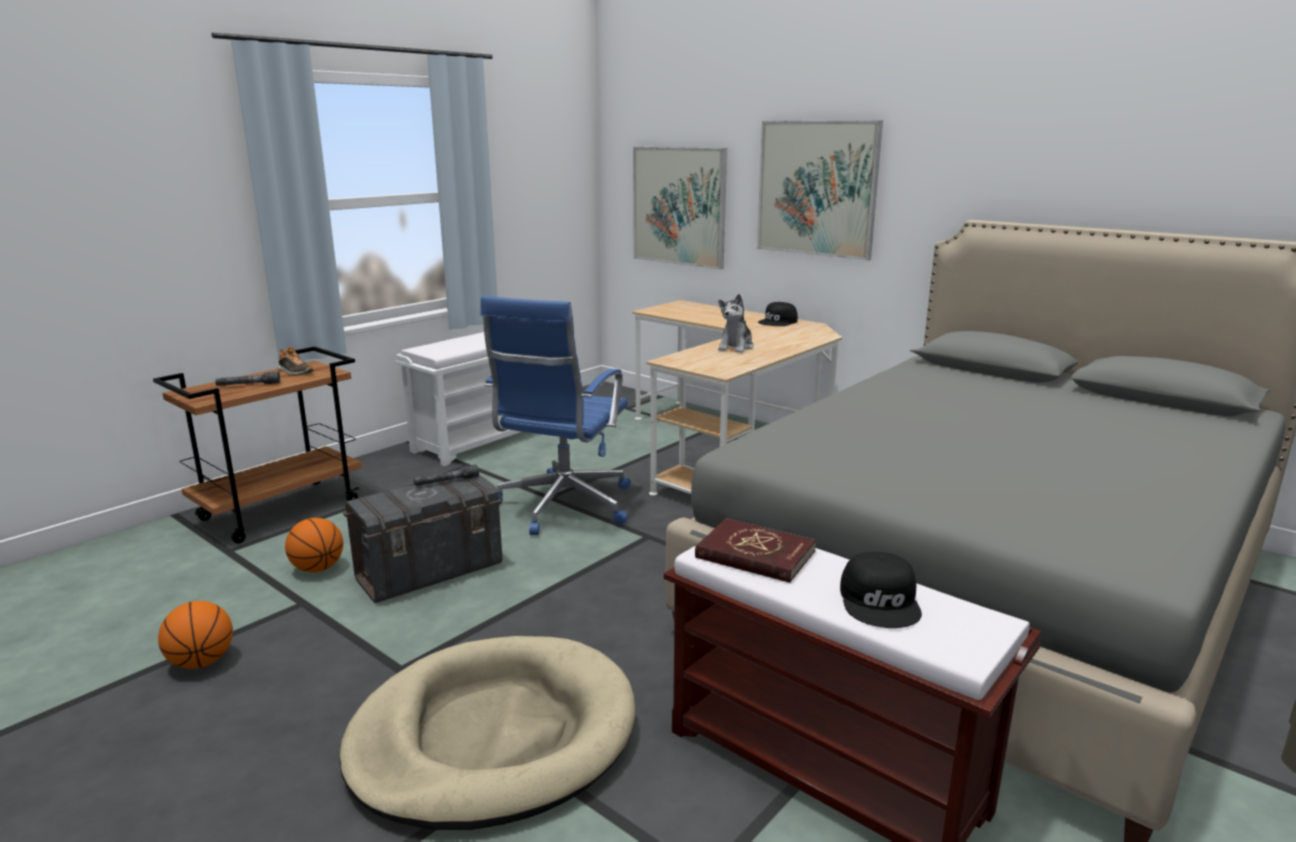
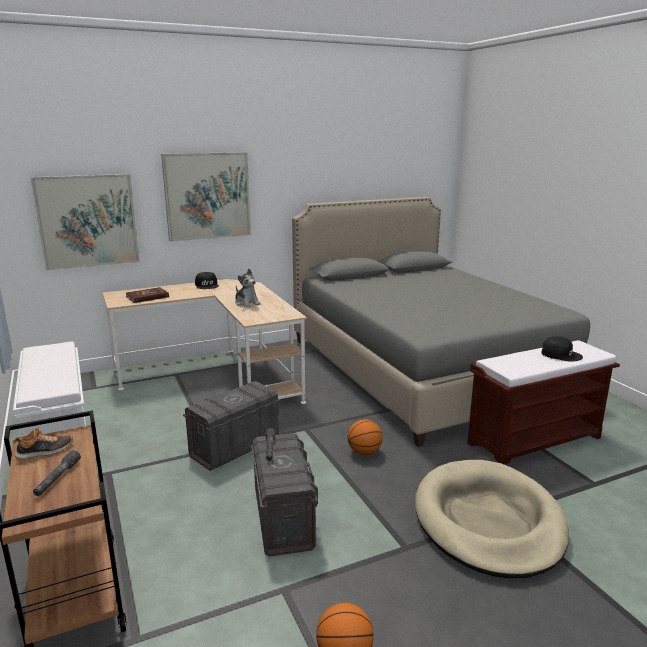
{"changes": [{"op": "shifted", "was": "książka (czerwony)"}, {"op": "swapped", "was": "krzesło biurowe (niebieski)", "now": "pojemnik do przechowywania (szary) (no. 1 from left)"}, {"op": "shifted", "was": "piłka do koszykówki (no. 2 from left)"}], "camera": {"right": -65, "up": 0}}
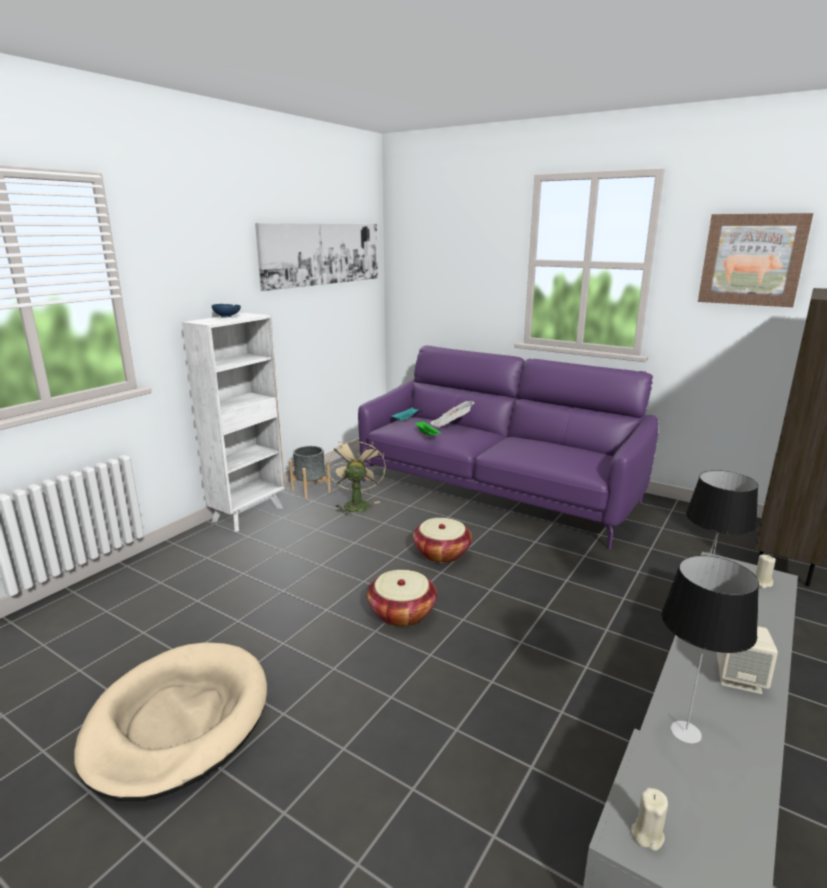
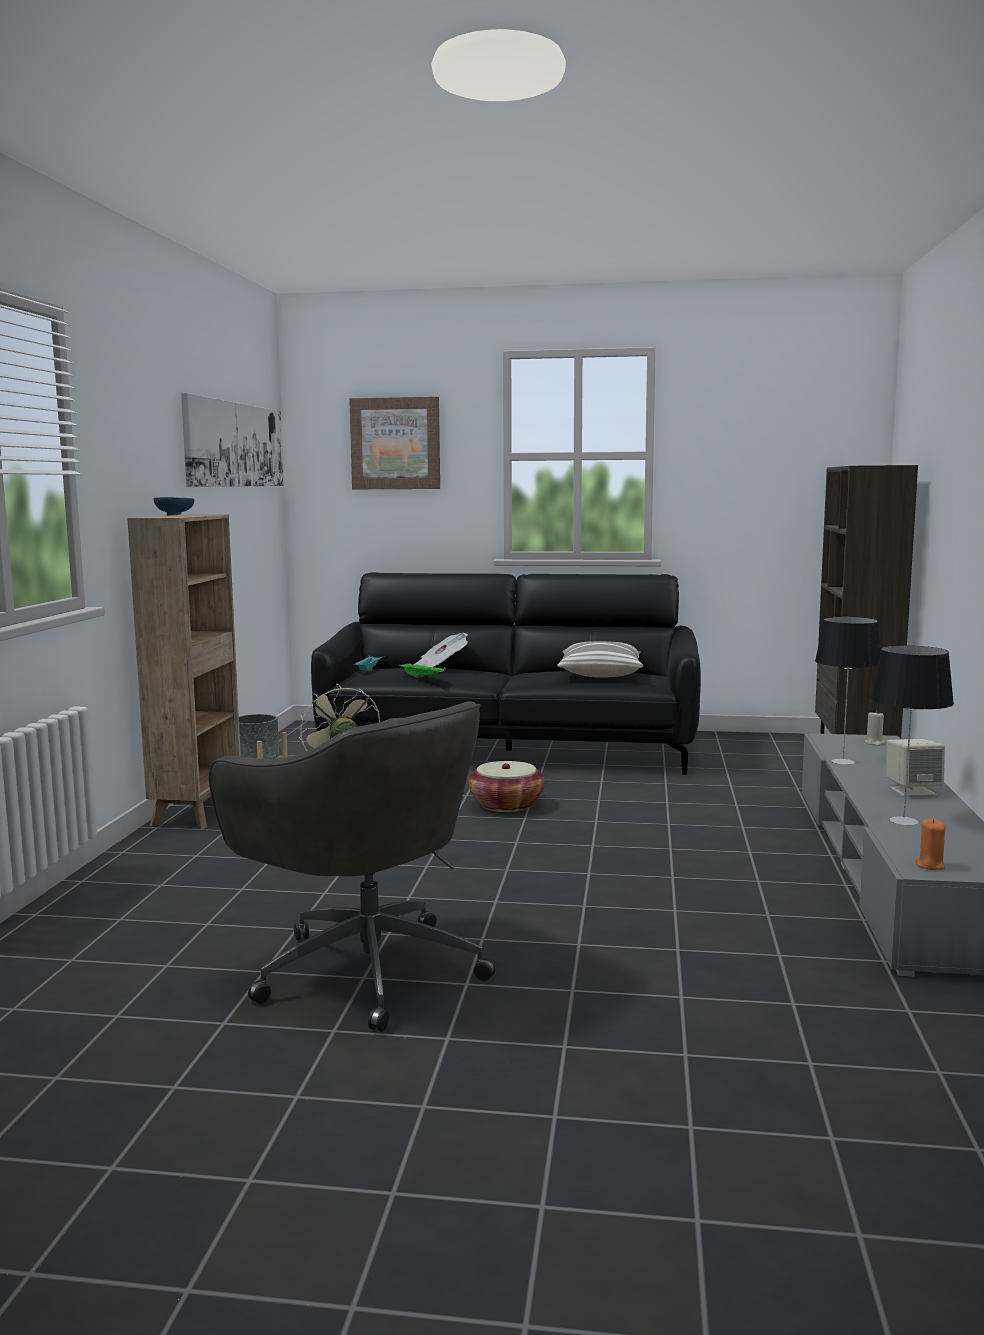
{"changes": [{"op": "repainted", "was": "regał (biały)", "now": "regał (brązowy) (no. 1 from left)"}, {"op": "swapped", "was": "legowisko (beżowy)", "now": "krzesło biurowe (szary)"}, {"op": "repainted", "was": "kanapa (fioletowy)", "now": "kanapa (czarny)"}, {"op": "shifted", "was": "obraz (no. 2 from left)"}, {"op": "new", "now": "poduszka"}, {"op": "repainted", "was": "świeca (beżowy) (no. 1 from left)", "now": "świeca (pomarańczowy)"}, {"op": "gone", "was": "koszyk (no. 1 from left)"}], "camera": {"right": -25, "up": -10}}
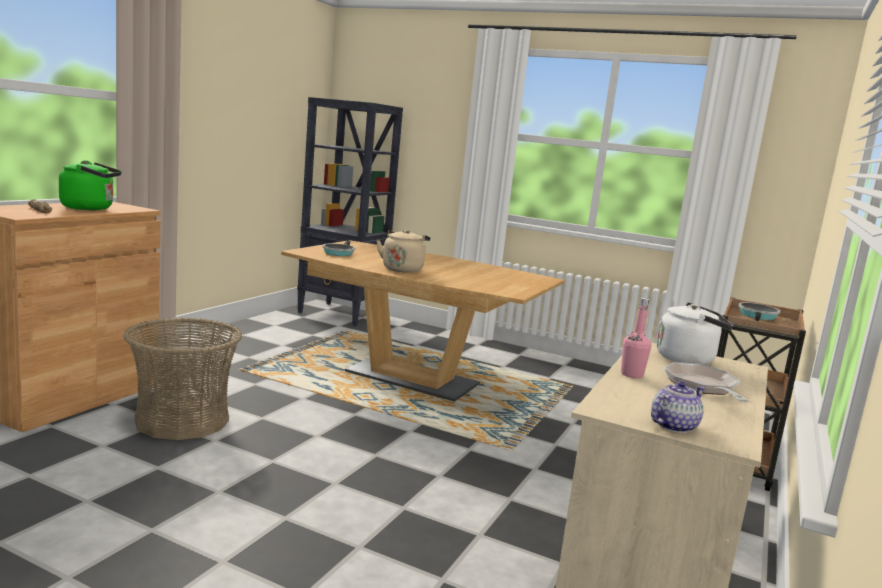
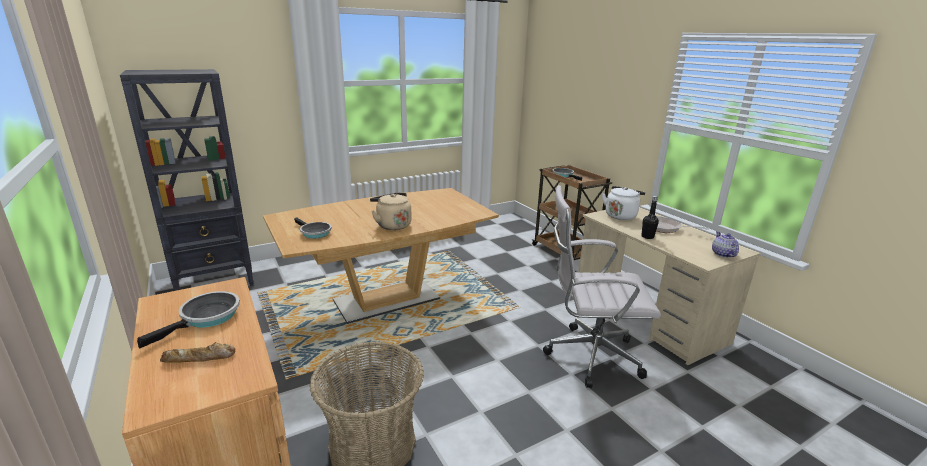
{"changes": [{"op": "swapped", "was": "czajnik (zielony)", "now": "patelnia (no. 1 from left)"}, {"op": "new", "now": "krzesło biurowe (biały)"}, {"op": "repainted", "was": "butelka (różowy)", "now": "butelka (czarny)"}], "camera": {"right": -55, "up": 10}}
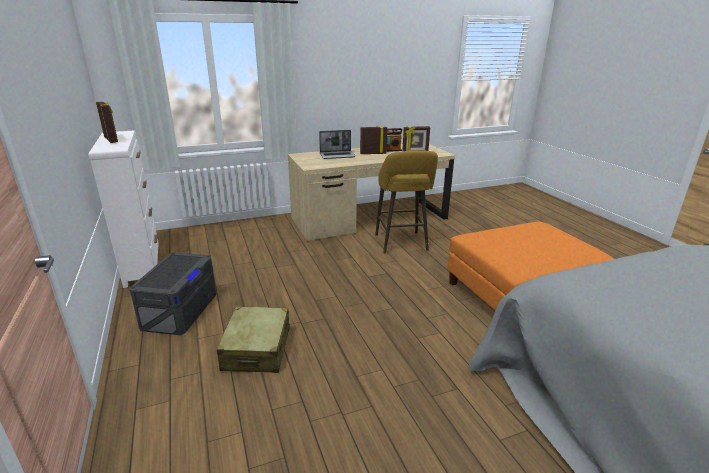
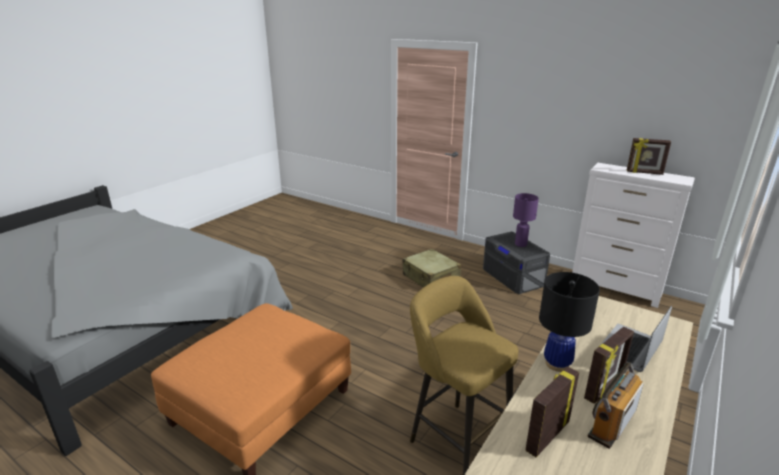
{"changes": [{"op": "new", "now": "lampa stołowa (fioletowy)"}, {"op": "new", "now": "lampa stołowa (czarny)"}], "camera": {"right": 145, "up": 0}}
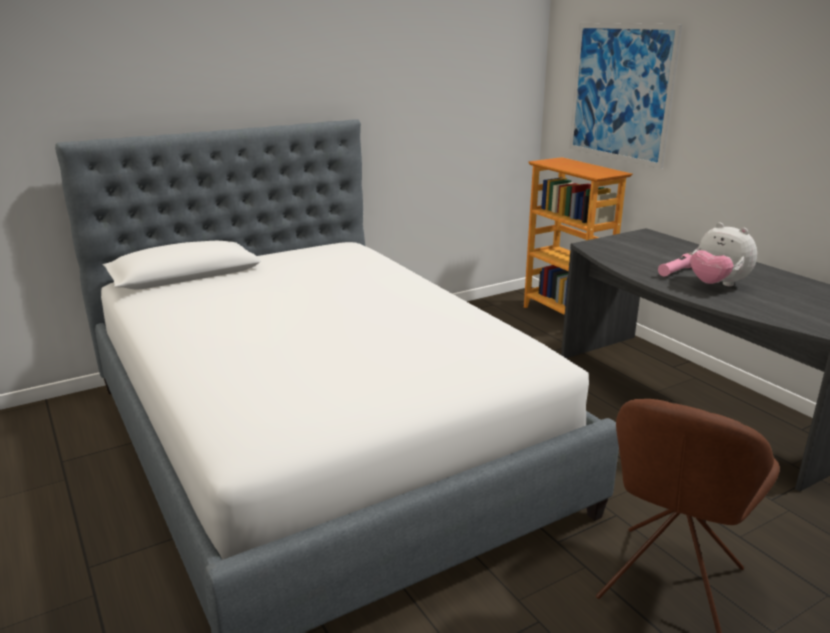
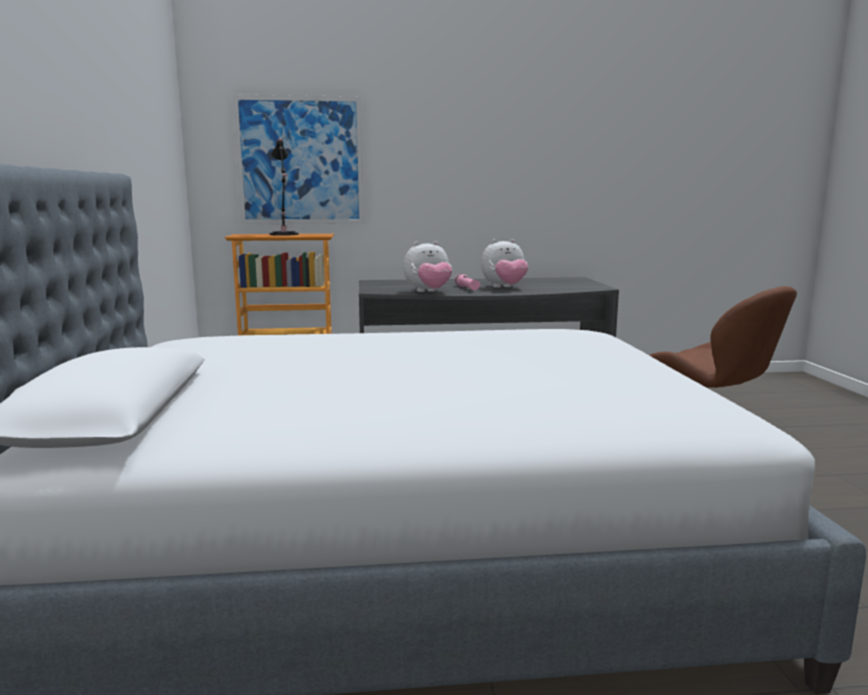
{"changes": [{"op": "new", "now": "lampa stołowa (czarny)"}, {"op": "new", "now": "pluszak (no. 1 from left)"}], "camera": {"right": -65, "up": -10}}
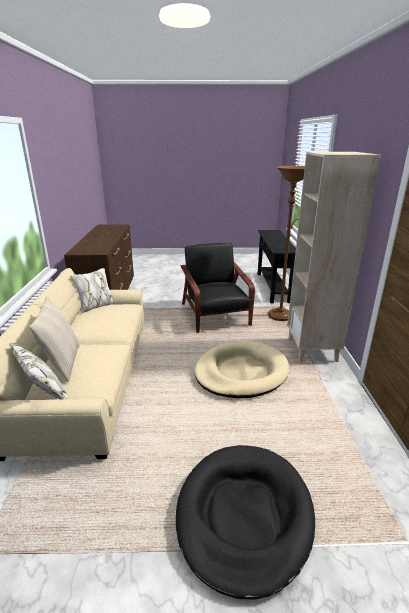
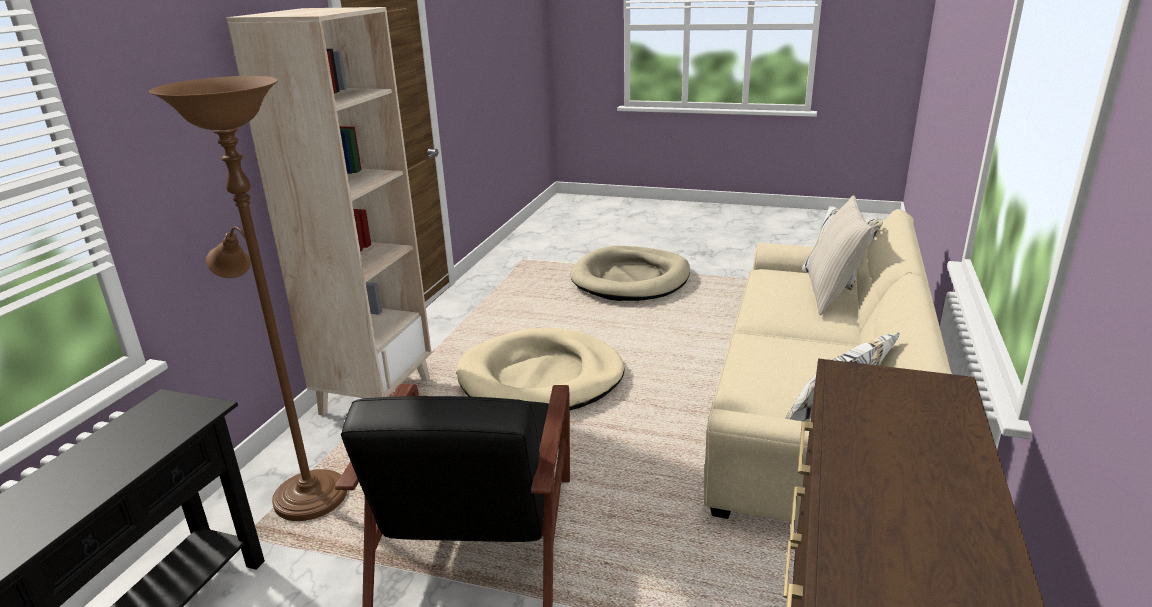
{"changes": [{"op": "repainted", "was": "legowisko (czarny)", "now": "legowisko (beżowy) (no. 2 from left)"}], "camera": {"right": -160, "up": 0}}
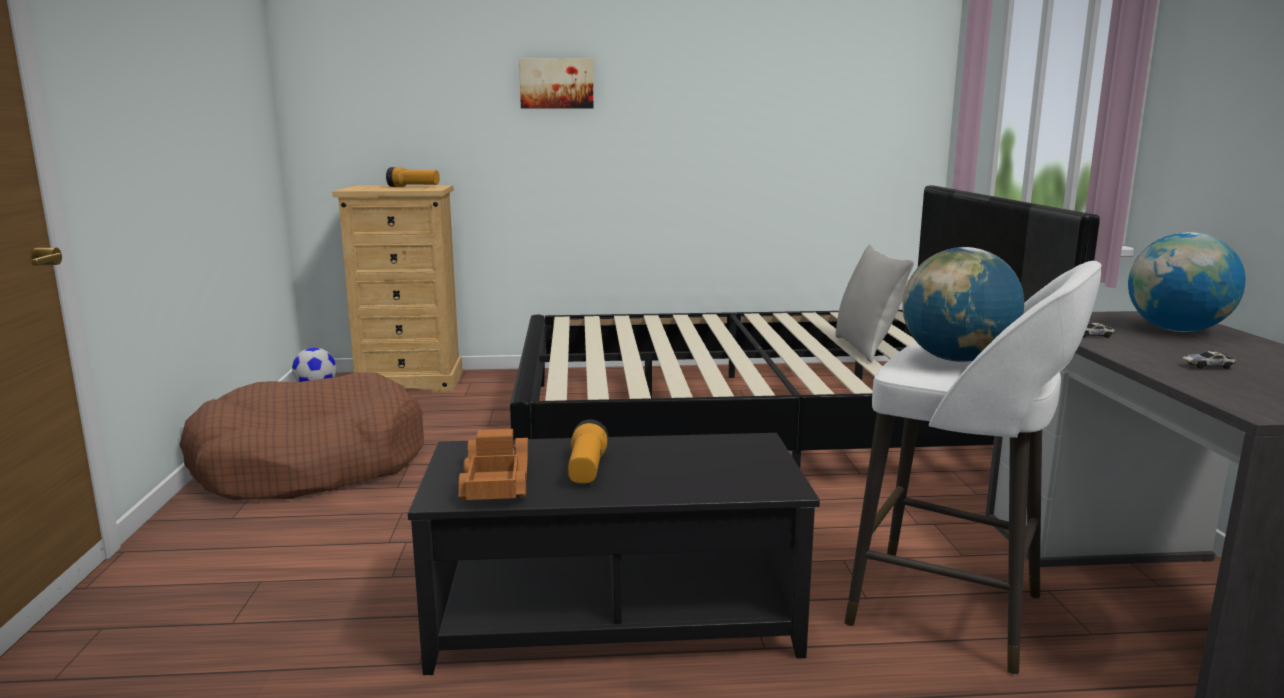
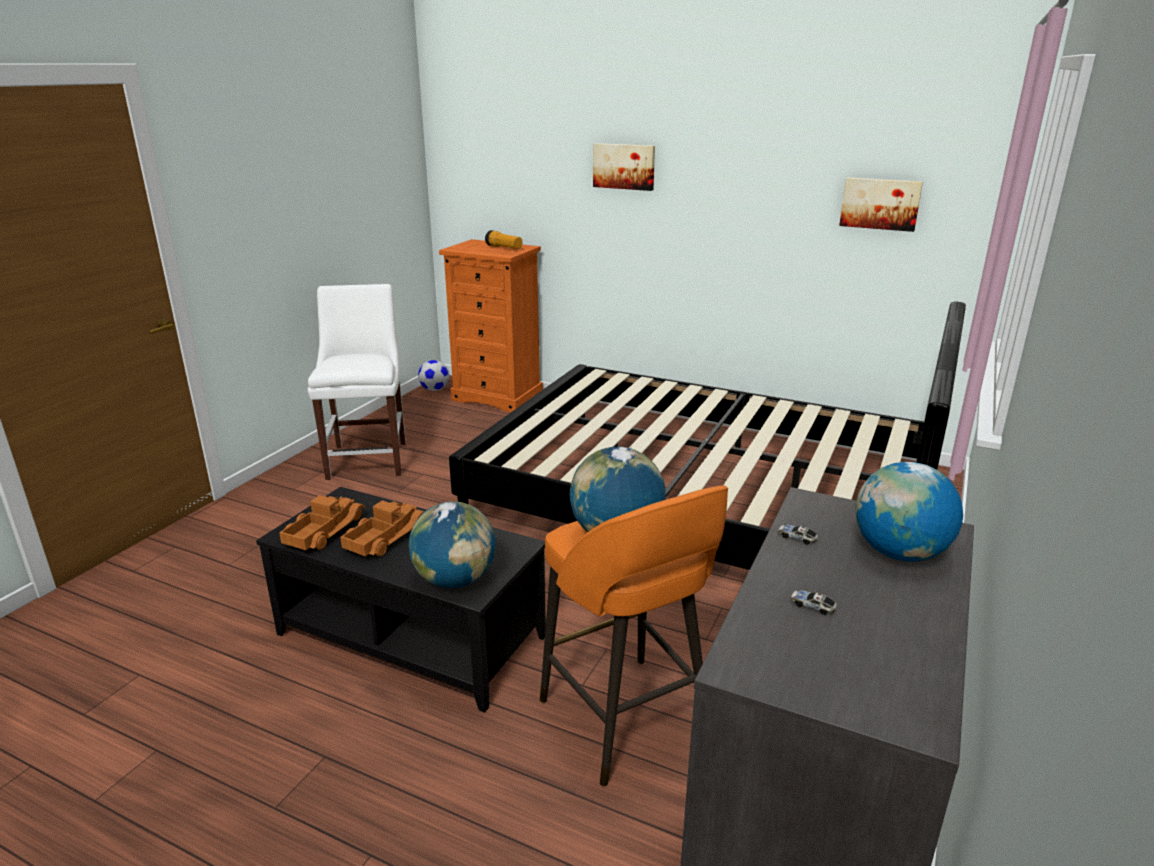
{"changes": [{"op": "swapped", "was": "legowisko (brązowy)", "now": "krzesło (biały)"}, {"op": "swapped", "was": "latarka (no. 2 from left)", "now": "ciężarówka zabawkowa (no. 2 from left)"}, {"op": "new", "now": "globus (no. 1 from left)"}, {"op": "repainted", "was": "komoda (beżowy)", "now": "komoda (pomarańczowy)"}, {"op": "repainted", "was": "stołek (biały)", "now": "stołek (pomarańczowy)"}, {"op": "new", "now": "obraz (no. 2 from left)"}, {"op": "gone", "was": "poduszka (szary)"}], "camera": {"right": 30, "up": 10}}
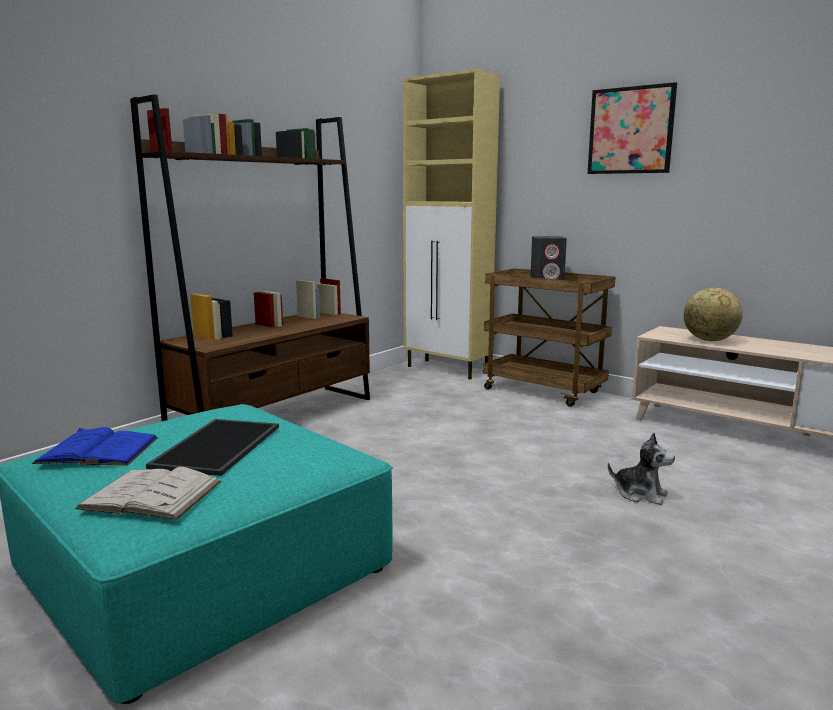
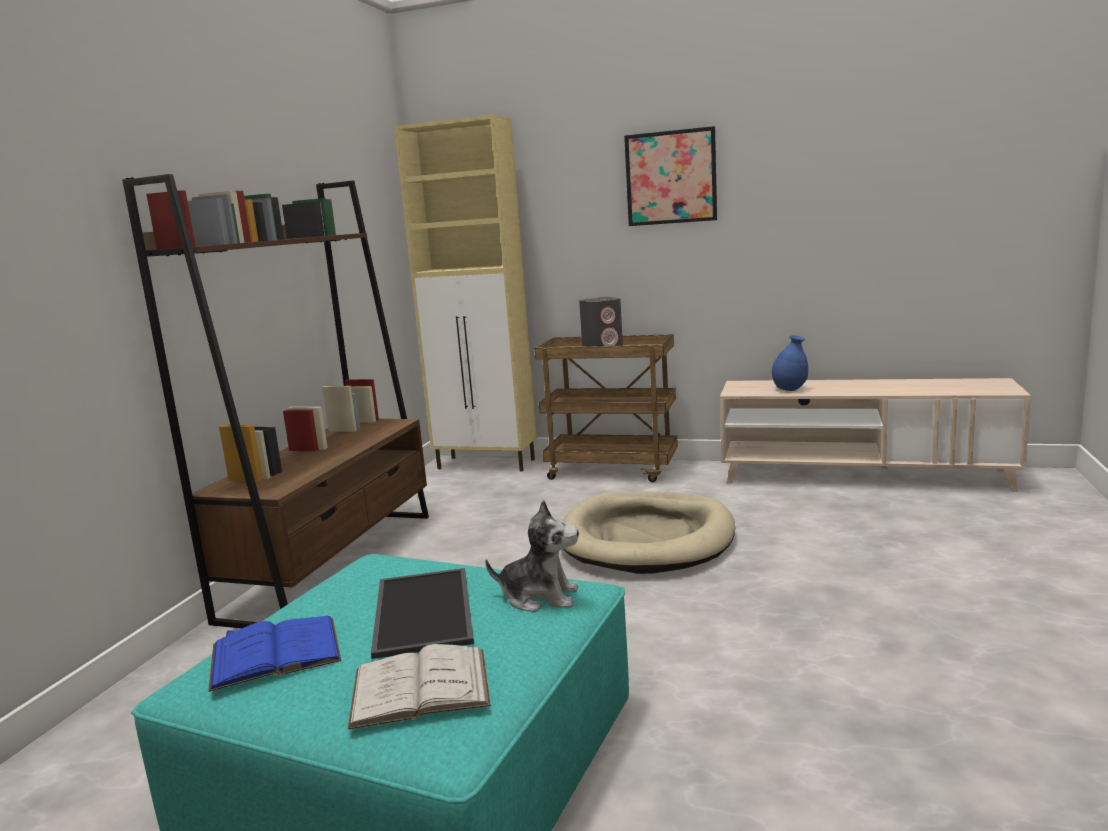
{"changes": [{"op": "shifted", "was": "pluszak"}, {"op": "new", "now": "legowisko (beżowy)"}, {"op": "swapped", "was": "globus", "now": "wazon (niebieski)"}], "camera": {"right": -20, "up": 0}}
